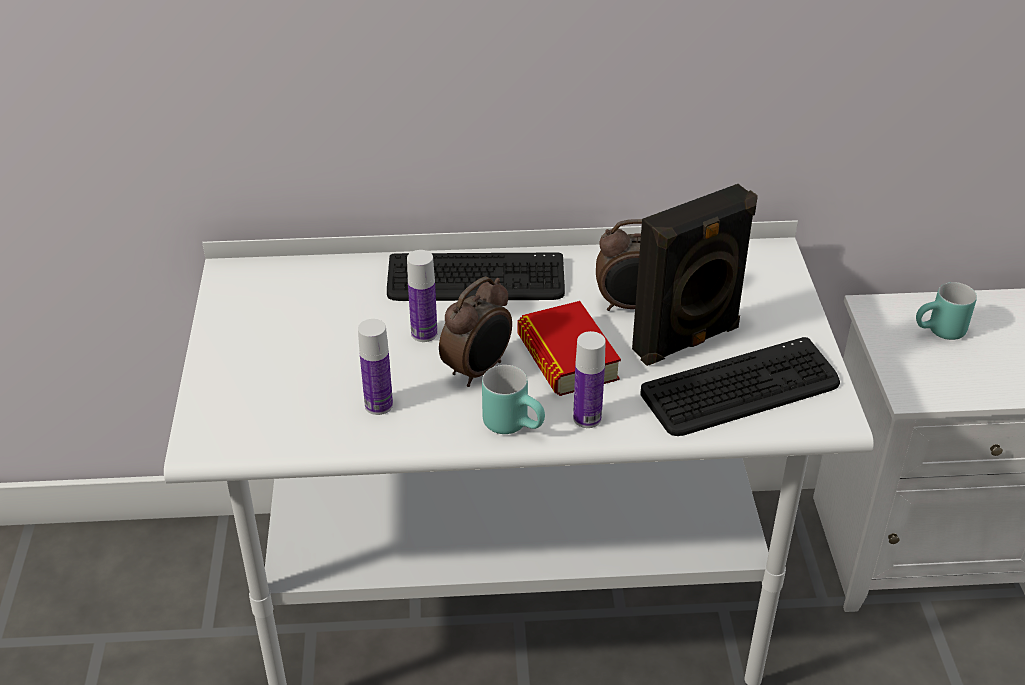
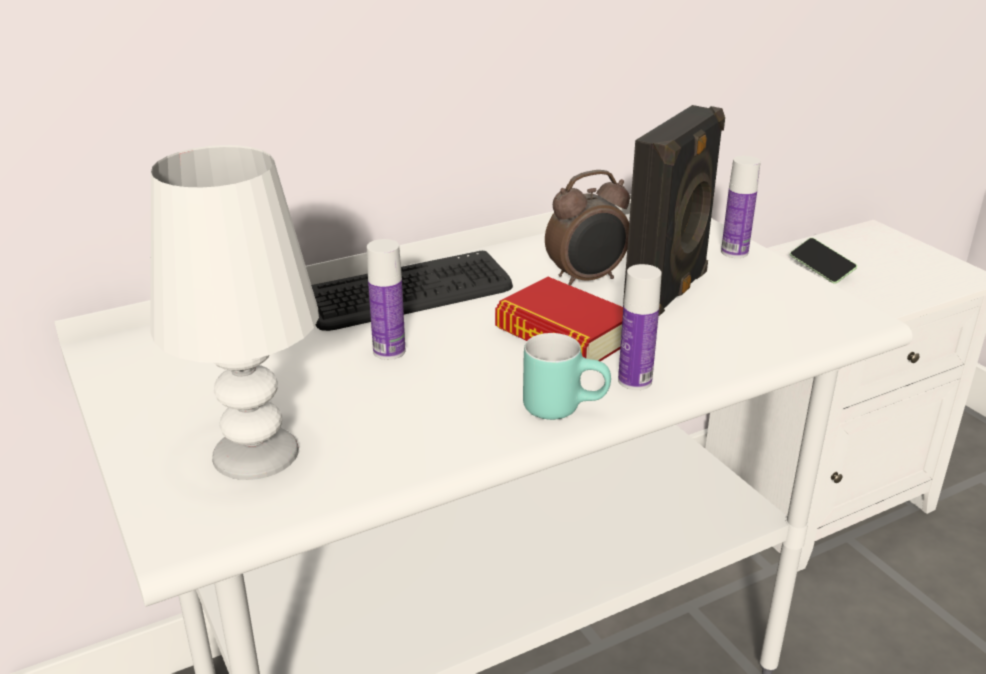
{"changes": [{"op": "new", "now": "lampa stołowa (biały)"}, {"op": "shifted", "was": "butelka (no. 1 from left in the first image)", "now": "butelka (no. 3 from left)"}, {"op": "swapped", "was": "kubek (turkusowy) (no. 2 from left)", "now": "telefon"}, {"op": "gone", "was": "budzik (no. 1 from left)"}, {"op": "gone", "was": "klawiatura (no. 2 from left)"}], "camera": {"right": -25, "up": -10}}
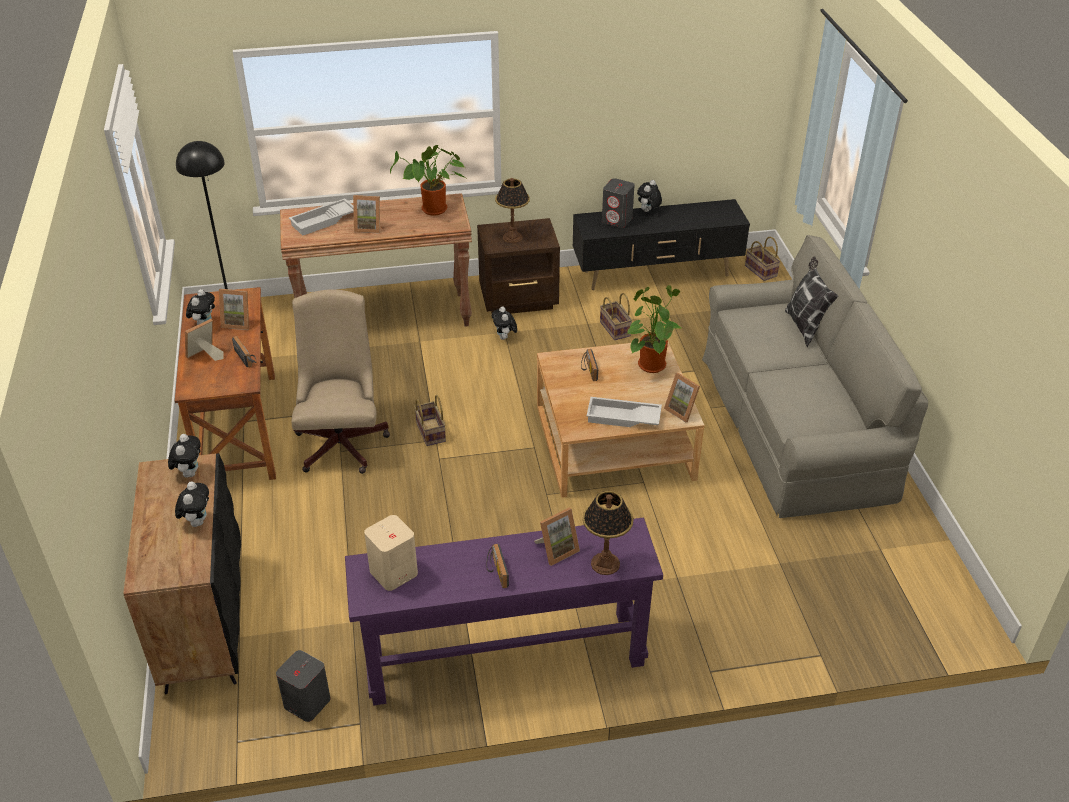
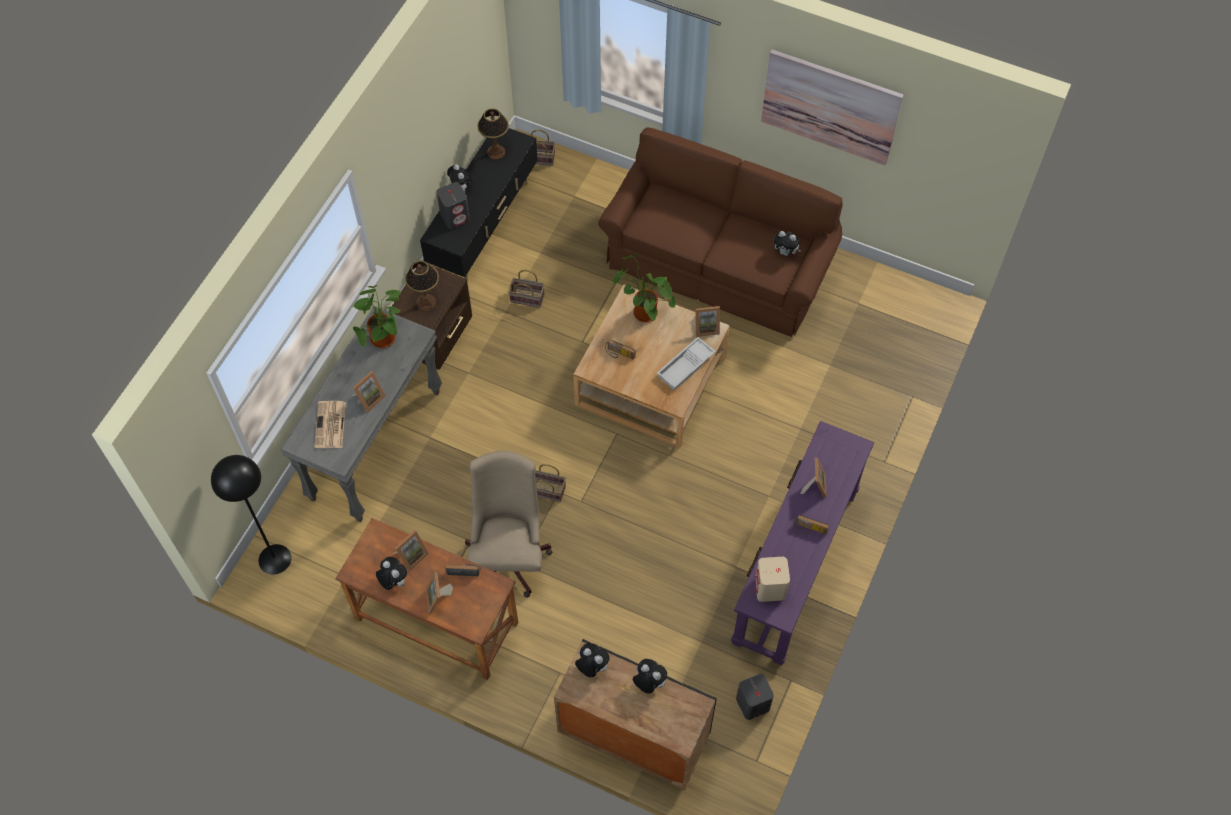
{"changes": [{"op": "repainted", "was": "stolik konsolowy (brązowy)", "now": "stolik konsolowy (szary)"}, {"op": "swapped", "was": "taca (biały) (no. 1 from left)", "now": "gazeta"}, {"op": "rotated", "was": "krzesło biurowe (beżowy)", "clockwise": 60}, {"op": "shifted", "was": "lampa stołowa (no. 2 from left)"}, {"op": "repainted", "was": "kanapa (szary)", "now": "kanapa (brązowy)"}, {"op": "new", "now": "obraz"}, {"op": "shifted", "was": "pluszak (no. 4 from left in the first image)", "now": "pluszak (no. 5 from left)"}, {"op": "gone", "was": "poduszka"}], "camera": {"right": -55, "up": 20}}
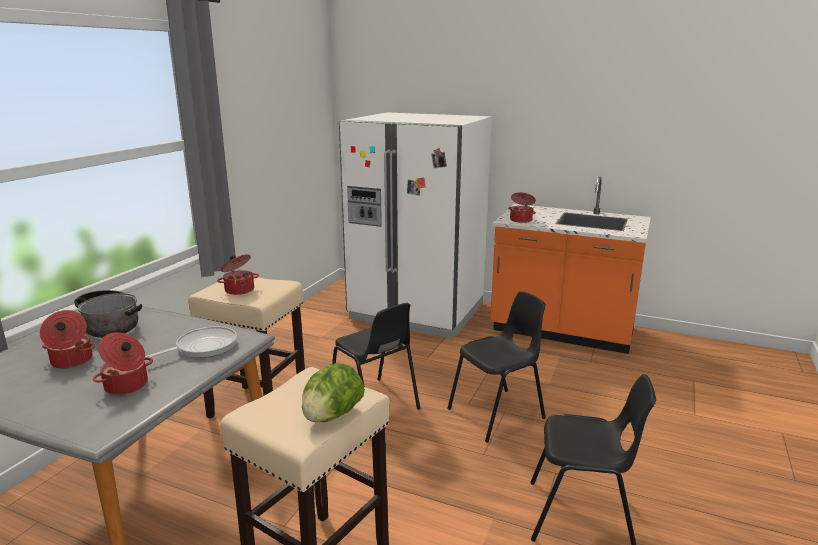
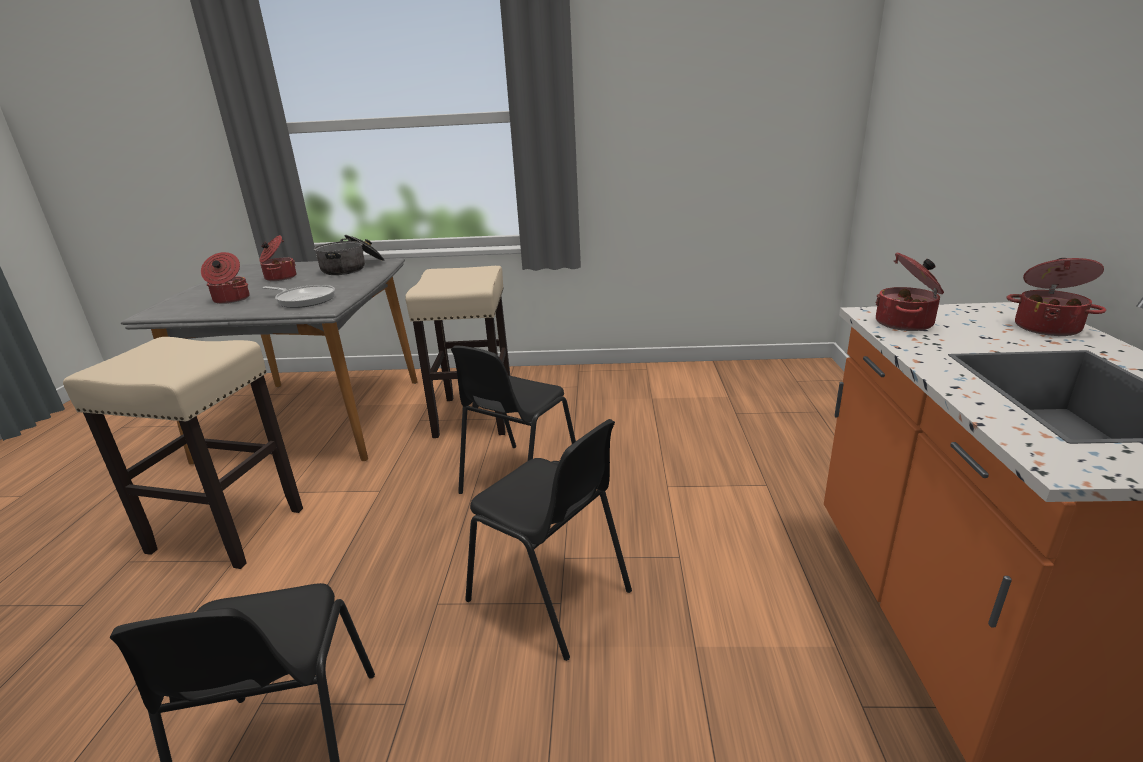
{"changes": [{"op": "shifted", "was": "garnek (no. 4 from left in the first image)", "now": "garnek (no. 5 from left)"}, {"op": "gone", "was": "sałata"}, {"op": "gone", "was": "lodówka (biały)"}], "camera": {"right": 70, "up": 5}}
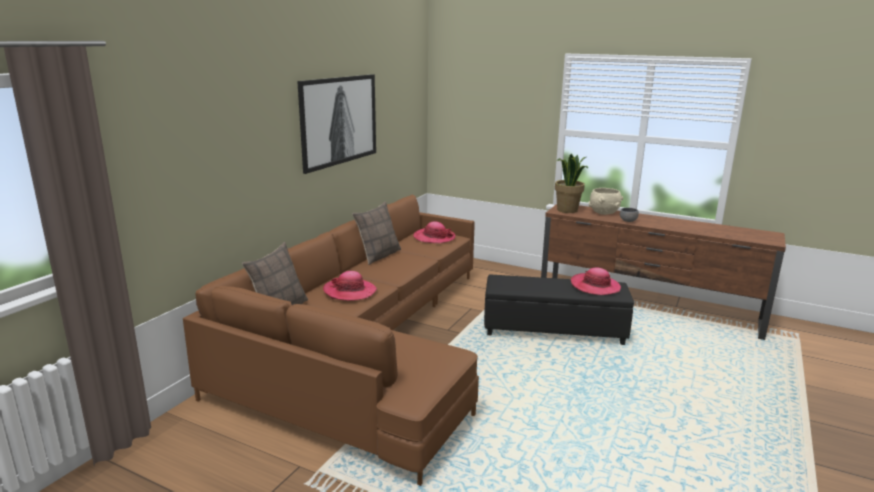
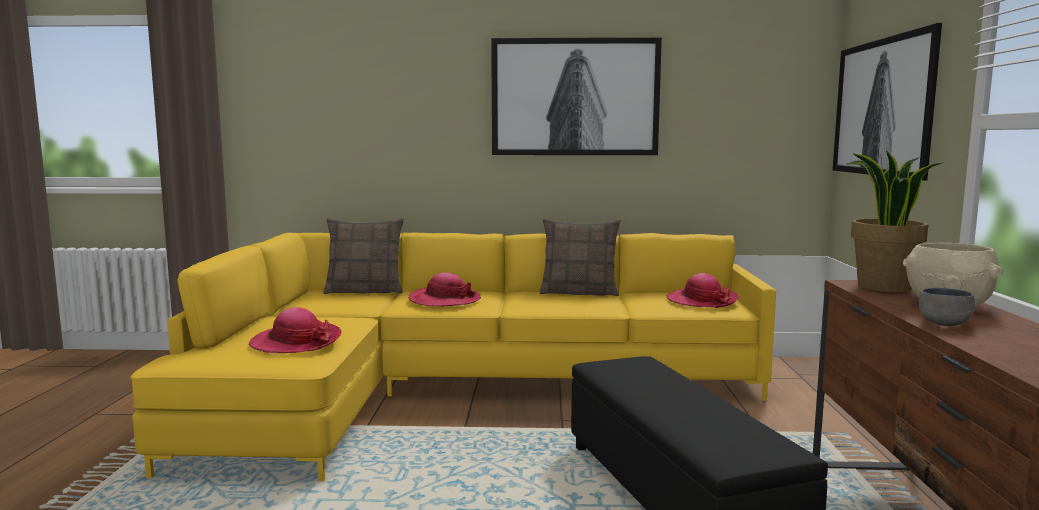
{"changes": [{"op": "repainted", "was": "kanapa (brązowy)", "now": "kanapa (żółty)"}, {"op": "shifted", "was": "kapelusz (no. 3 from left in the first image)", "now": "kapelusz (no. 1 from left)"}, {"op": "new", "now": "obraz (no. 2 from left)"}], "camera": {"right": 65, "up": -10}}
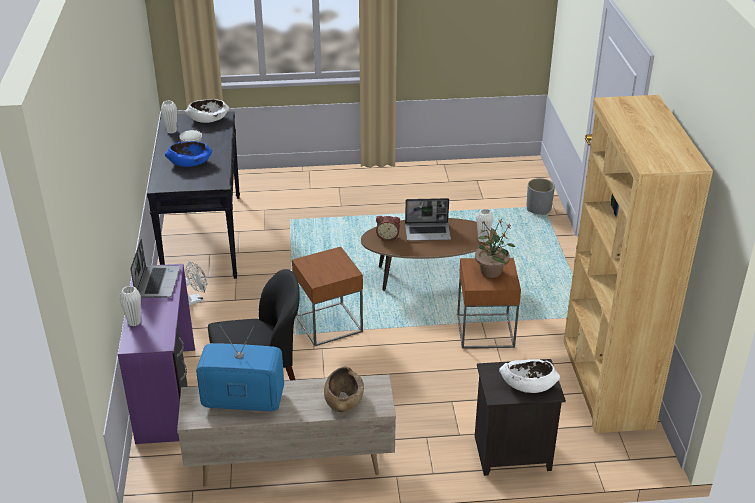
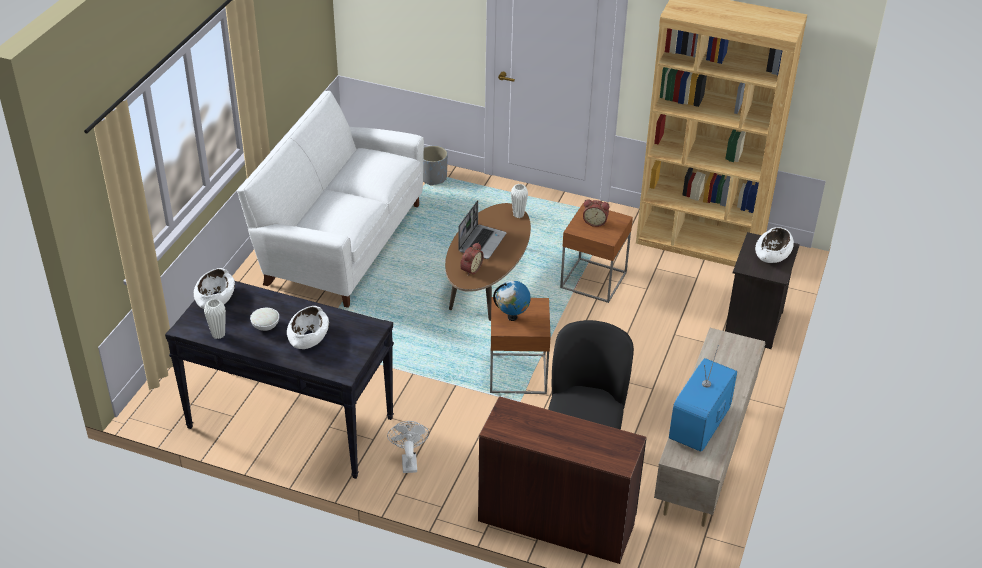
{"changes": [{"op": "new", "now": "kanapa (biały)"}, {"op": "repainted", "was": "miska (niebieski)", "now": "miska (biały) (no. 3 from left)"}, {"op": "repainted", "was": "biurko (fioletowy)", "now": "biurko (brązowy)"}, {"op": "new", "now": "globus"}, {"op": "swapped", "was": "roślina doniczkowa", "now": "budzik (no. 2 from left)"}, {"op": "gone", "was": "wazon (biały) (no. 1 from left)"}, {"op": "gone", "was": "laptop (no. 1 from left)"}, {"op": "gone", "was": "miska (brązowy)"}], "camera": {"right": -65, "up": 5}}
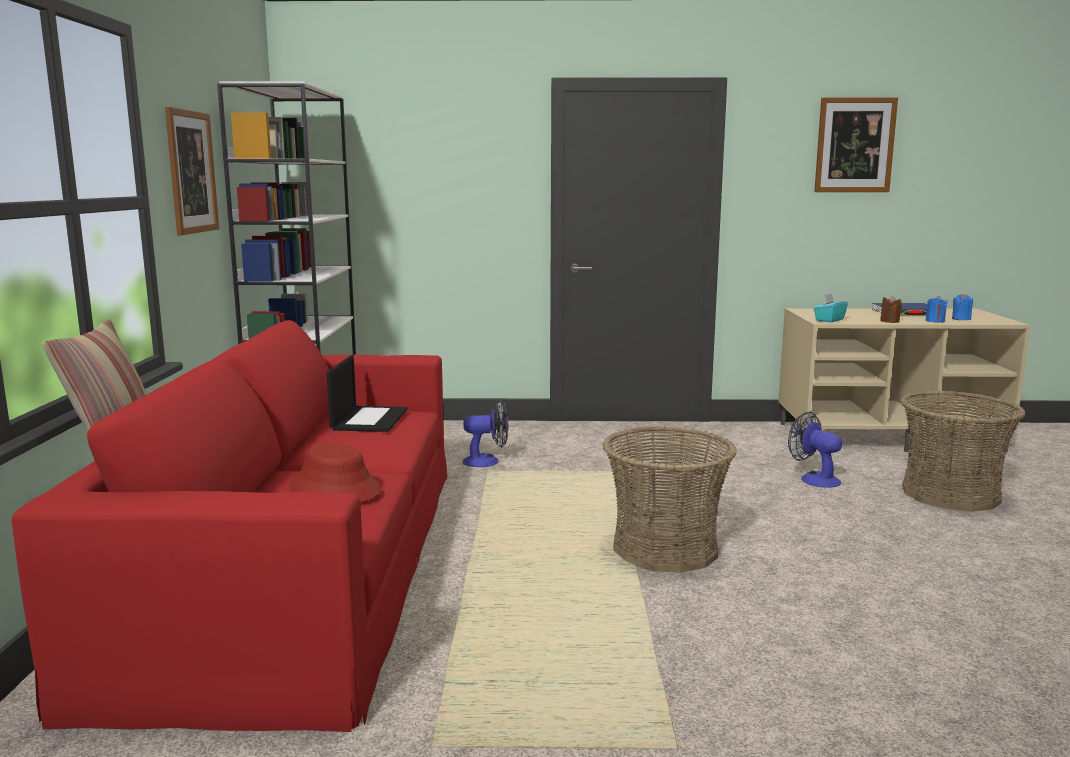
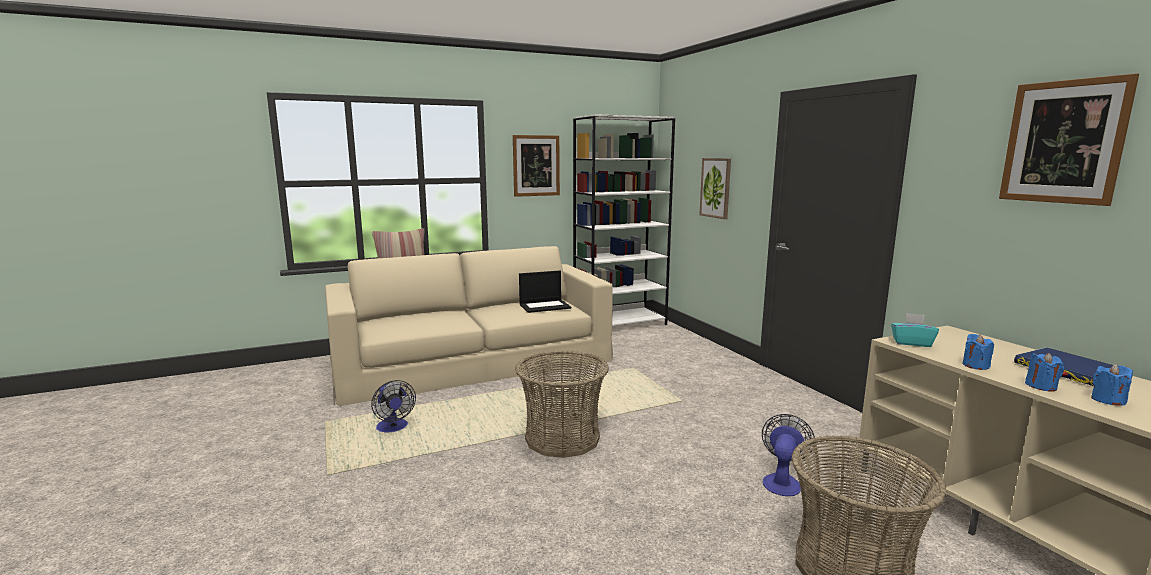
{"changes": [{"op": "repainted", "was": "kanapa (czerwony)", "now": "kanapa (beżowy)"}, {"op": "shifted", "was": "wentylator (no. 1 from left)"}, {"op": "new", "now": "obraz (no. 2 from left)"}, {"op": "repainted", "was": "świeca (brązowy)", "now": "świeca (niebieski) (no. 1 from left)"}, {"op": "gone", "was": "kapelusz (czerwony)"}], "camera": {"right": 65, "up": 0}}
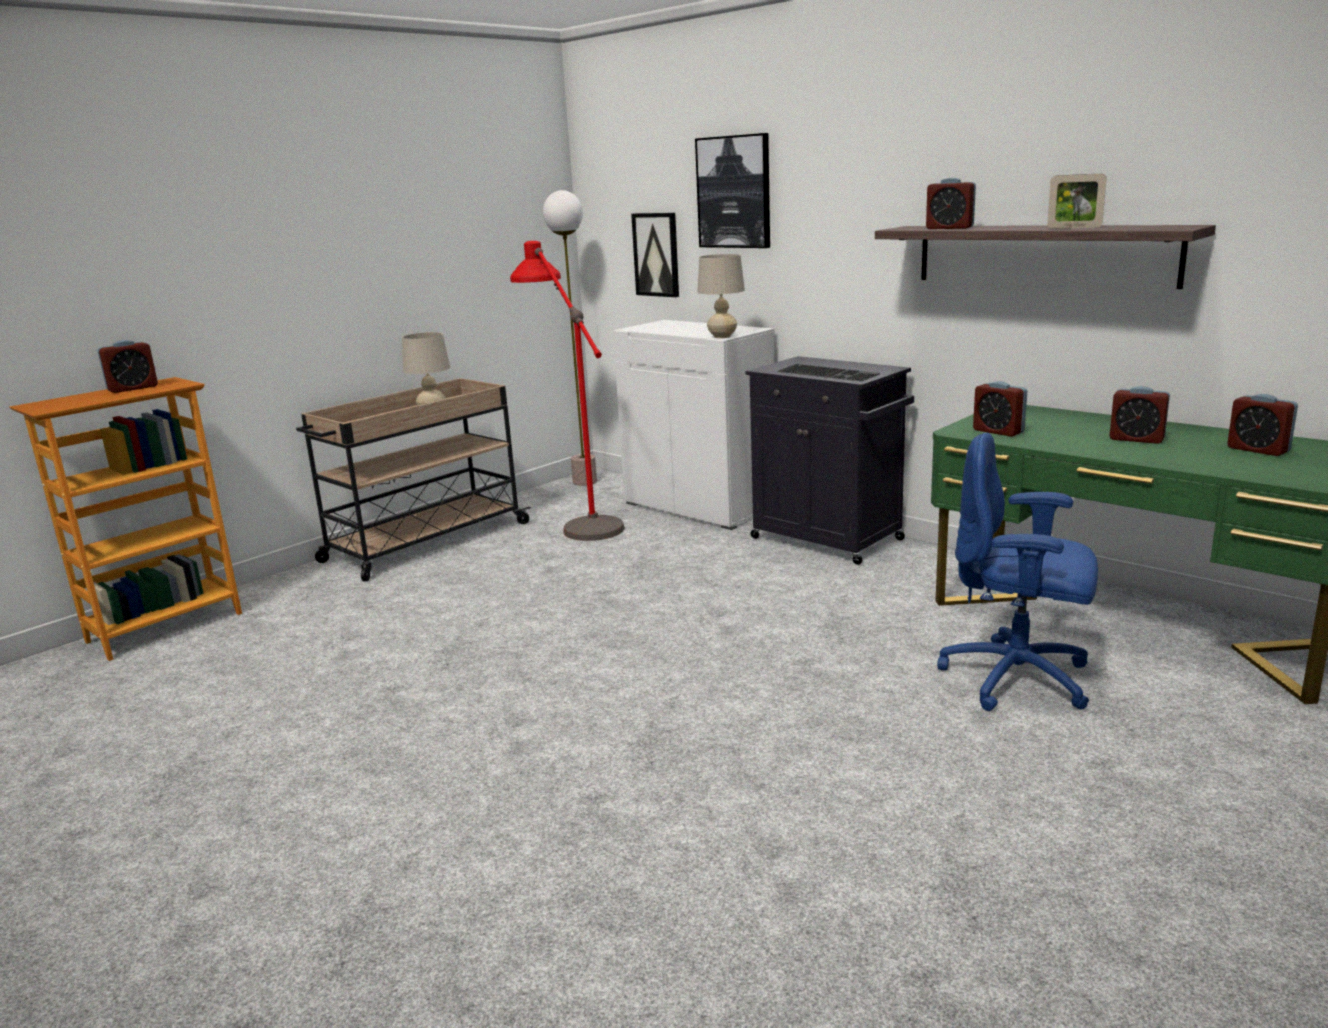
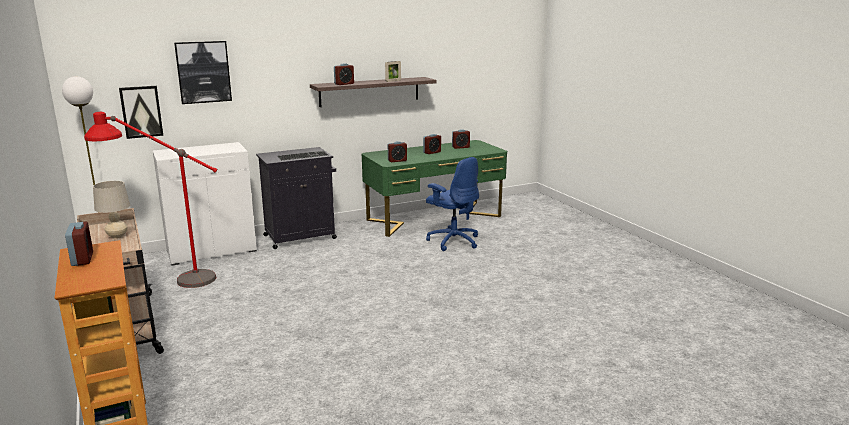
{"changes": [{"op": "rotated", "was": "krzesło biurowe (niebieski)", "clockwise": -90}, {"op": "gone", "was": "lampa stołowa (beżowy) (no. 2 from left)"}], "camera": {"right": -70, "up": 0}}
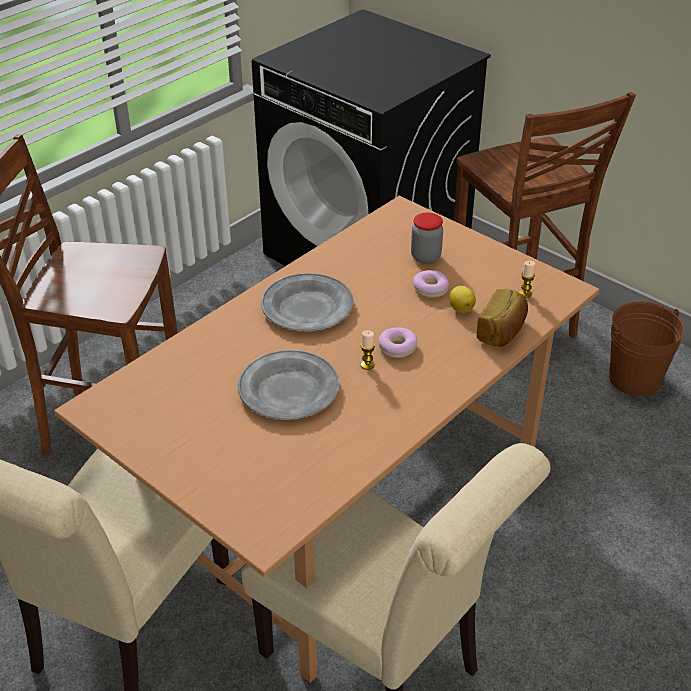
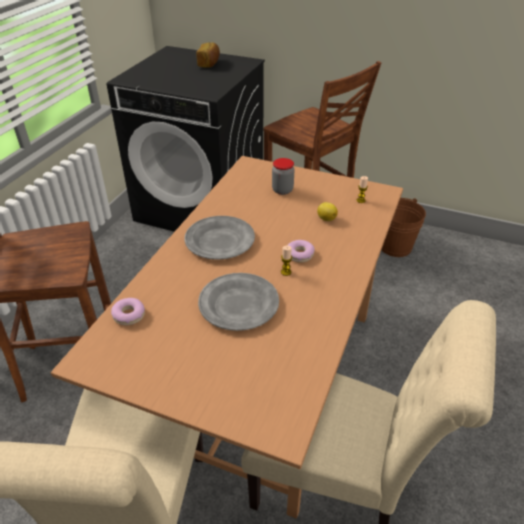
{"changes": [{"op": "shifted", "was": "donut (no. 2 from left in the first image)", "now": "donut (no. 1 from left)"}, {"op": "shifted", "was": "chleb"}], "camera": {"right": -20, "up": 0}}
